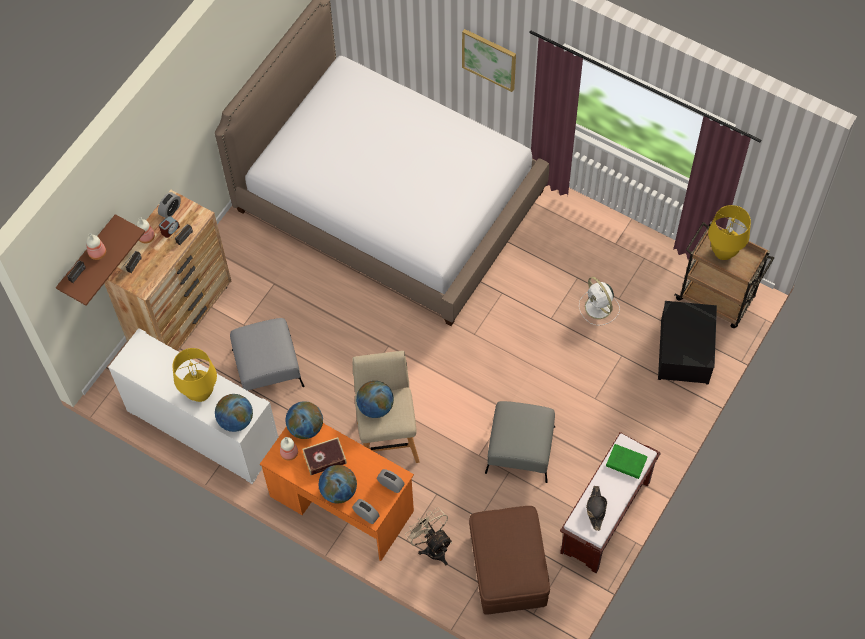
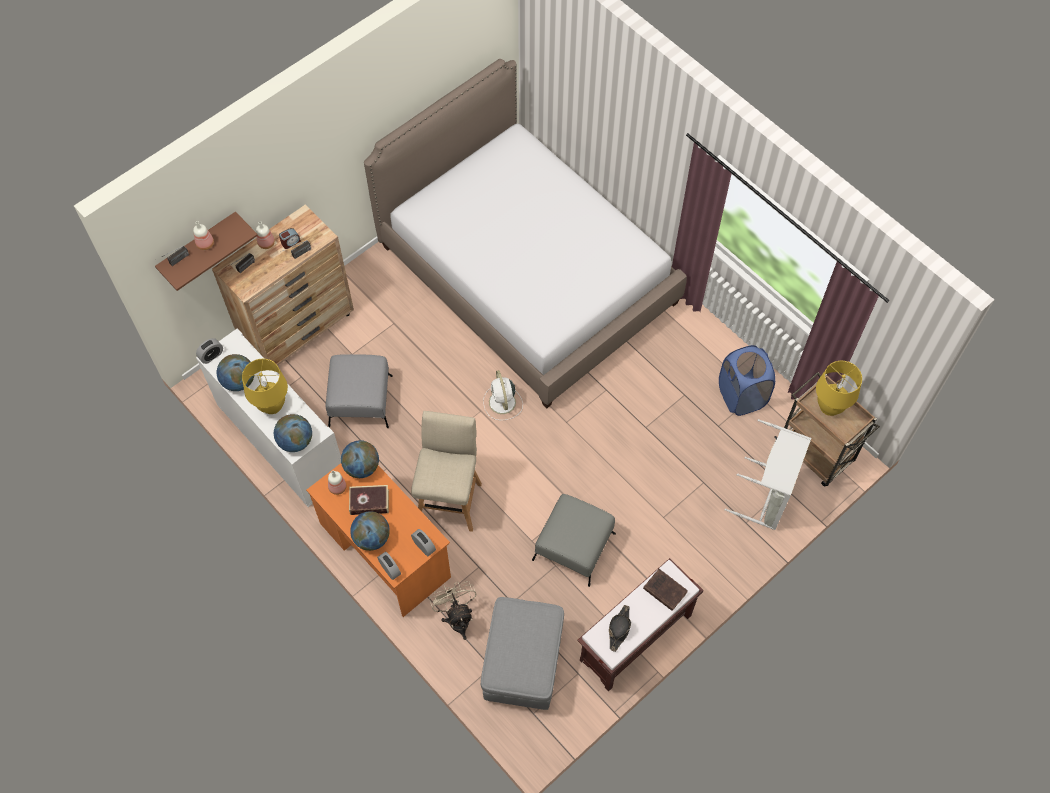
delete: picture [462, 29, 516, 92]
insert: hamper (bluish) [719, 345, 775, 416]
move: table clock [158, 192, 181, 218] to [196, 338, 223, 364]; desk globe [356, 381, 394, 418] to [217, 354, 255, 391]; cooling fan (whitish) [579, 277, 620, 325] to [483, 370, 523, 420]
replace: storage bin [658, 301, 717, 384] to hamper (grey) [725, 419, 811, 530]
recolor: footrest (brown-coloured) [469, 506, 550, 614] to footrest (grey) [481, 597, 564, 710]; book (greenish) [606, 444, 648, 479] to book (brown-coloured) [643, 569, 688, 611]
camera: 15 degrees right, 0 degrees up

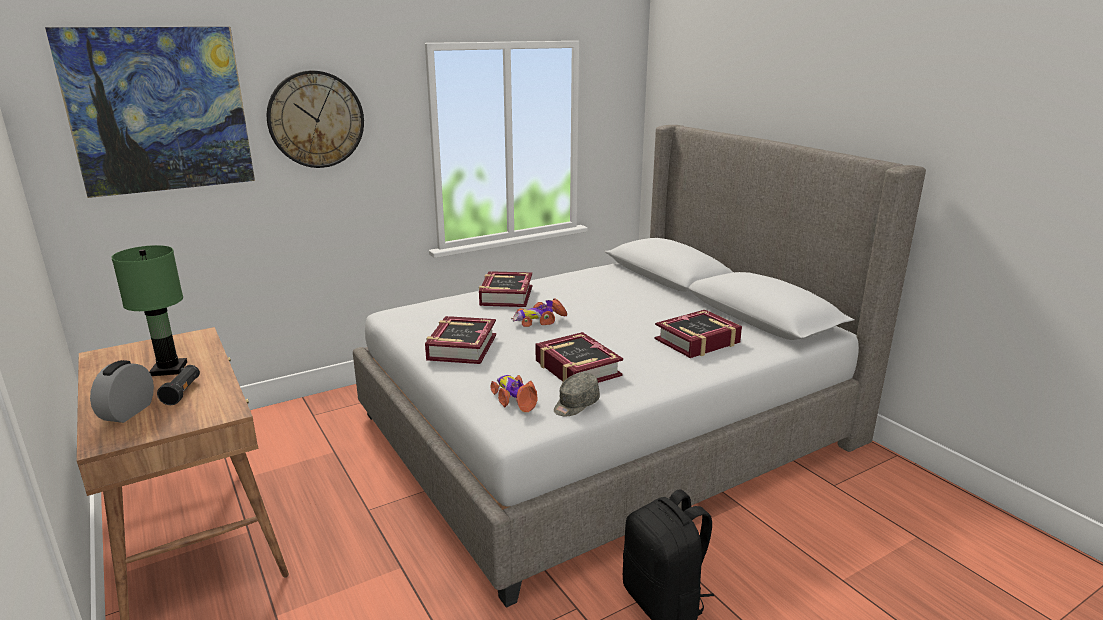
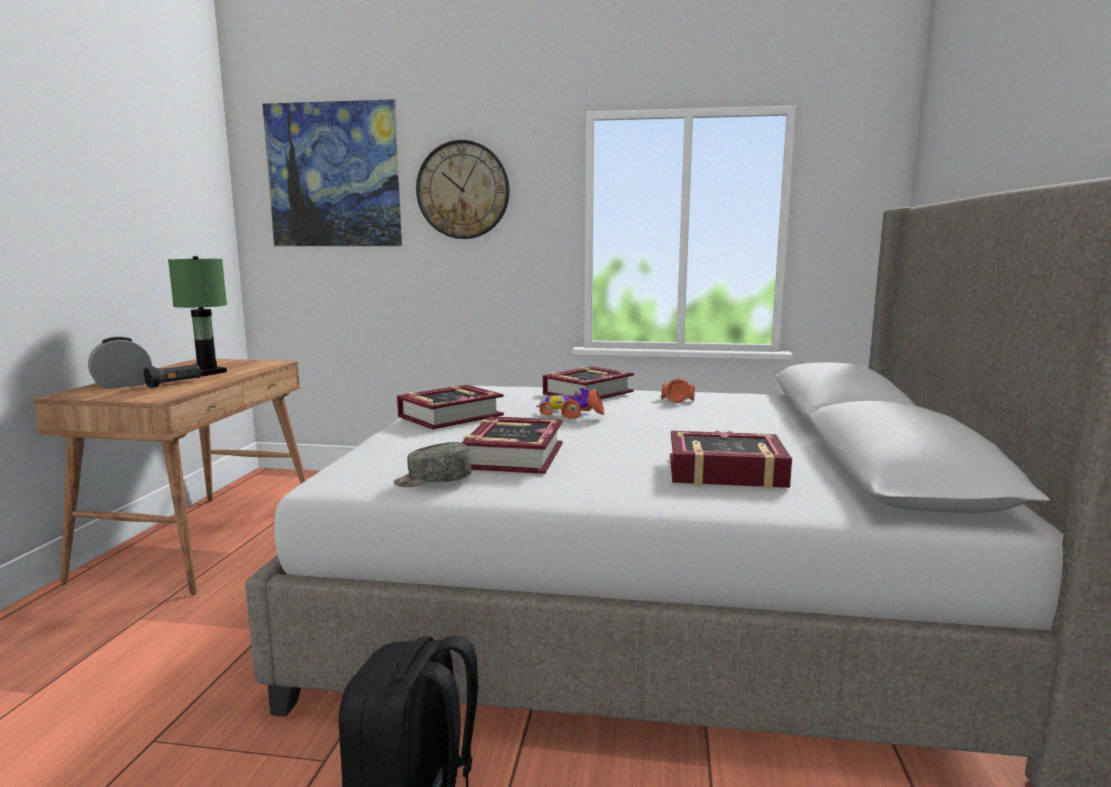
move: model car [491, 375, 538, 412] to [661, 376, 695, 403]
camera: 40 degrees right, 10 degrees down

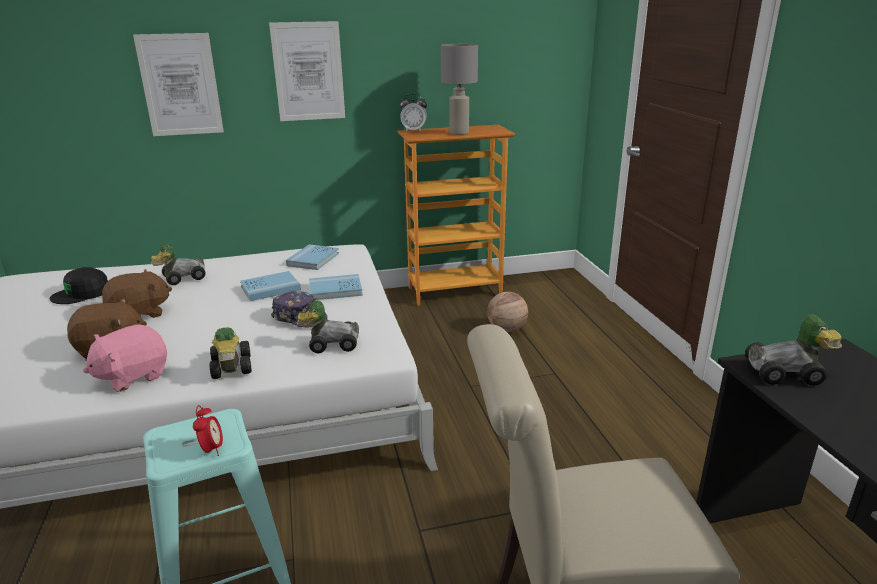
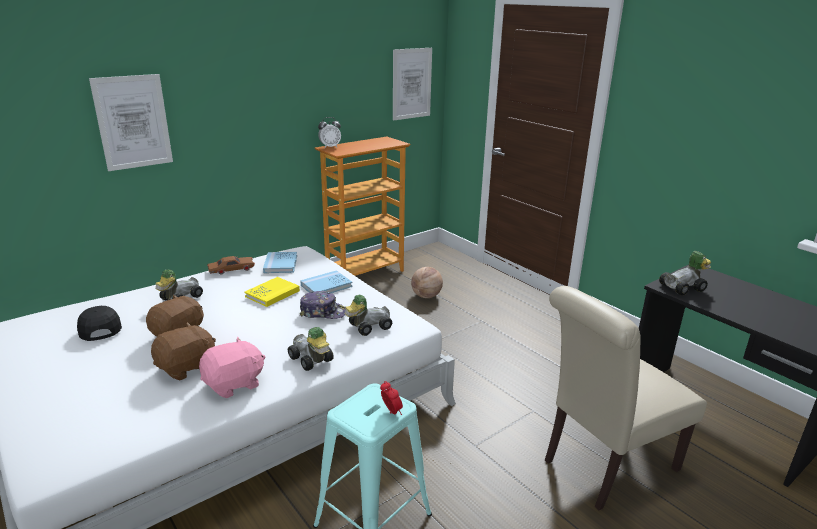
delete: tabletop lamp (grey) [441, 44, 478, 135]
insert: model car (brown-coloured) [208, 256, 255, 274]
move: picture [269, 21, 345, 121] to [393, 48, 432, 121]
recolor: book (bluish) [240, 271, 301, 301] to book (yellow-coloured) [244, 277, 300, 307]
rotate: peaked cap (black) [50, 267, 108, 304] = [77, 306, 122, 341] 120 degrees clockwise; cuddly toy (pink) [83, 325, 167, 392] = [199, 337, 265, 398] 150 degrees counterclockwise
camera: 25 degrees left, 0 degrees up

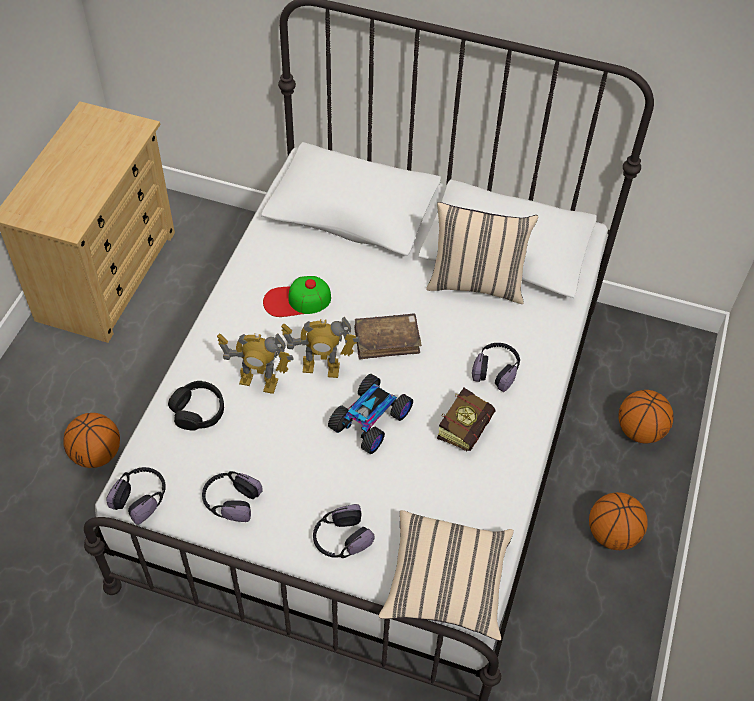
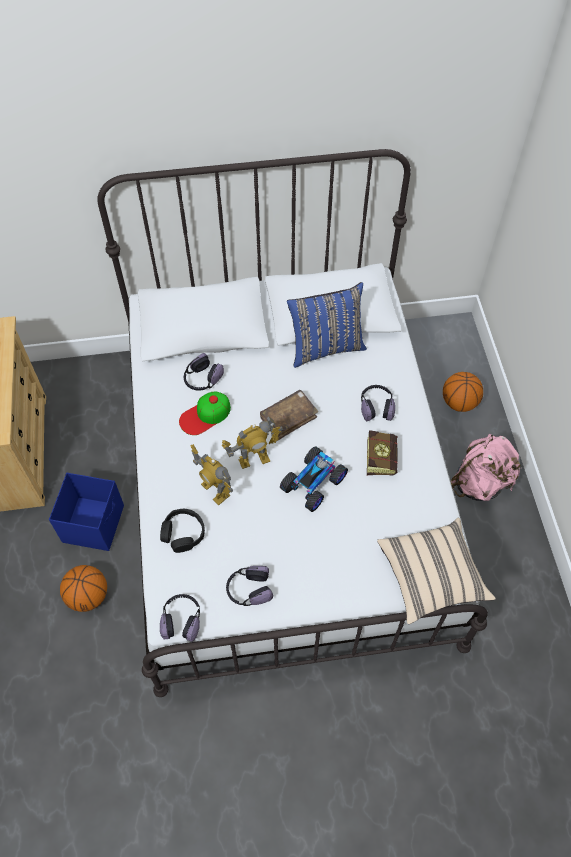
insert: storage bin (bluish) [49, 473, 124, 551]
move: headphones [313, 504, 375, 558] to [184, 353, 224, 390]
replace: basketball [589, 492, 648, 550] to knapsack (pink) [450, 434, 522, 501]
recolor: pillow (beige) [426, 202, 538, 304] to pillow (bluish) [287, 282, 367, 368]
rotate: model robot [217, 333, 294, 394] = [190, 444, 233, 505] 60 degrees clockwise; model car [328, 374, 413, 454] = [280, 446, 348, 512] 150 degrees counterclockwise
camera: 25 degrees left, 5 degrees up

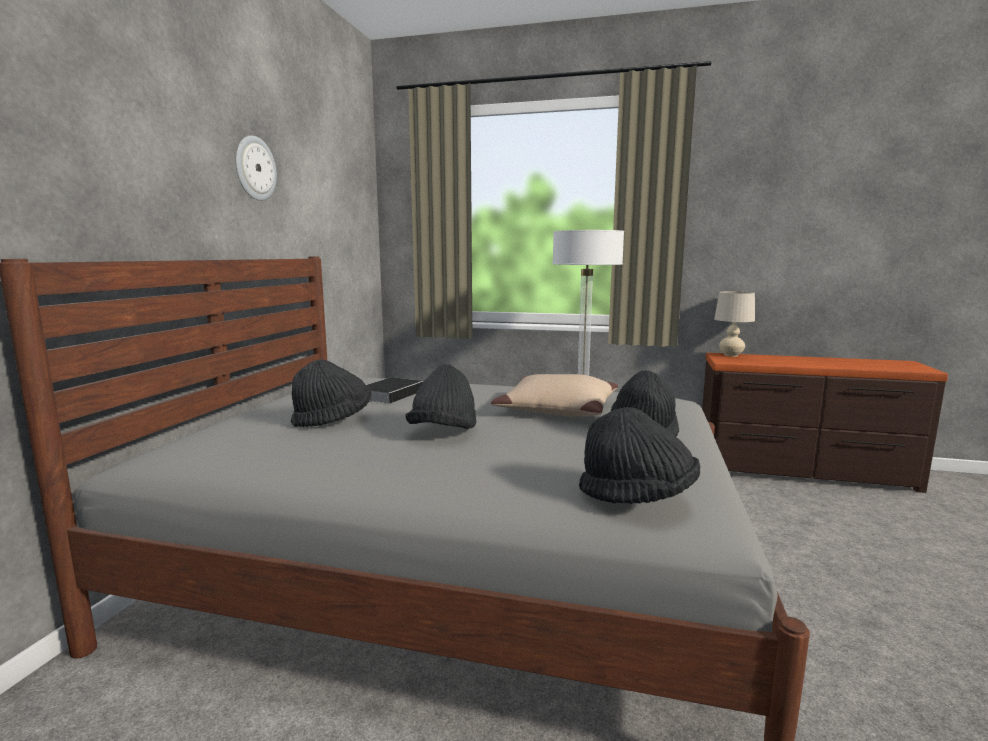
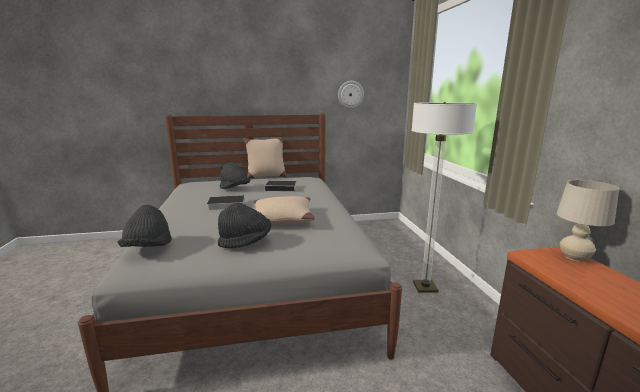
insert: pillow (beige) [243, 137, 287, 179]
move: clock on the wall [236, 135, 277, 201] to [338, 81, 364, 109]
replace: hat (black) [405, 364, 477, 429] to book [207, 195, 244, 210]
camera: 65 degrees right, 5 degrees up

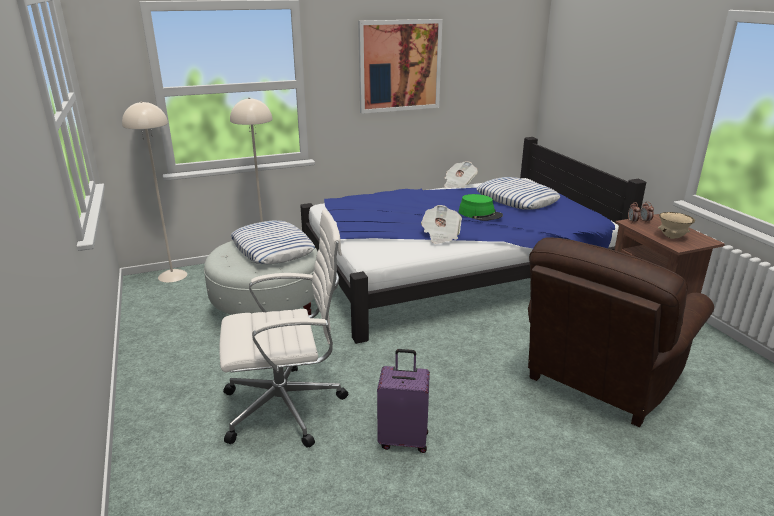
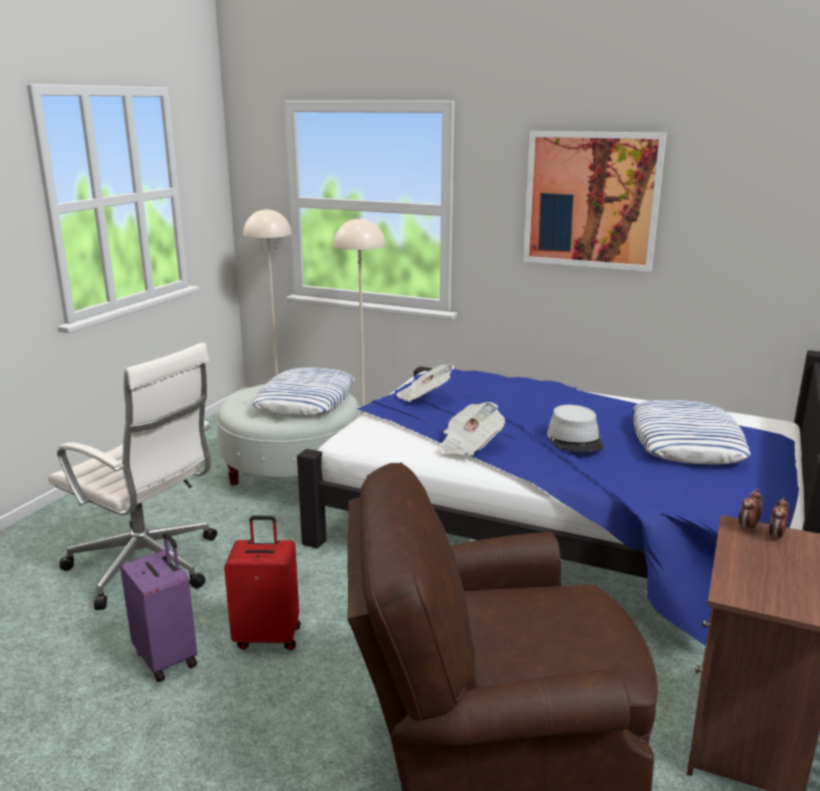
delete: deep dish (beige) [658, 212, 695, 239]
insert: travel case (reddish) [224, 516, 301, 650]
move: daily paper [444, 161, 478, 188] to [396, 364, 455, 402]
recolor: hat (greenish) [459, 194, 503, 221] to hat (grey) [547, 405, 604, 452]
camera: 45 degrees right, 5 degrees down

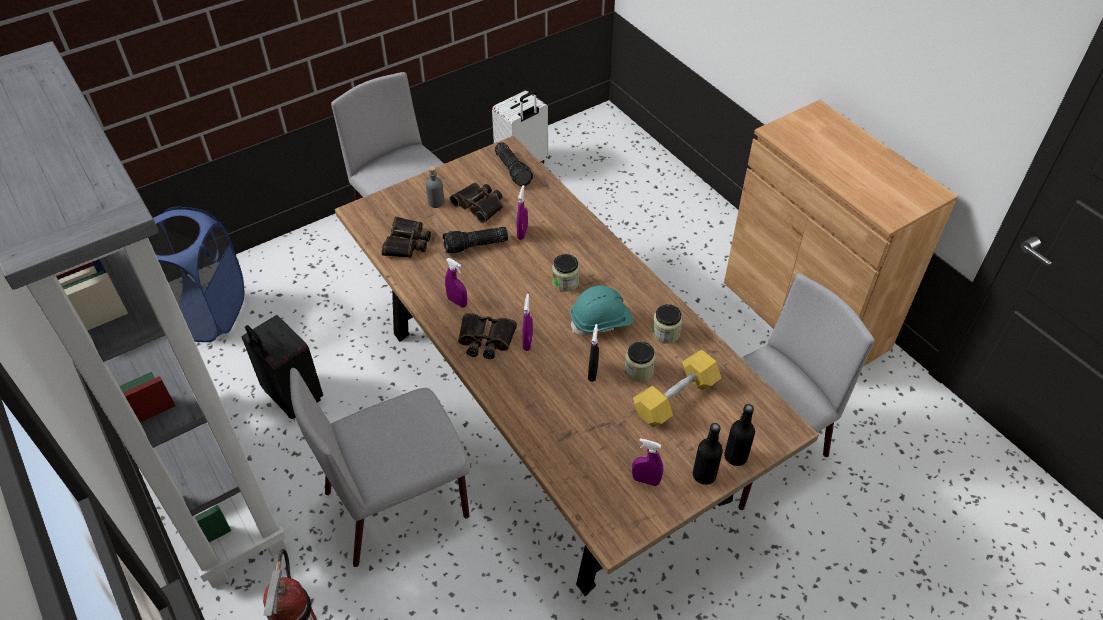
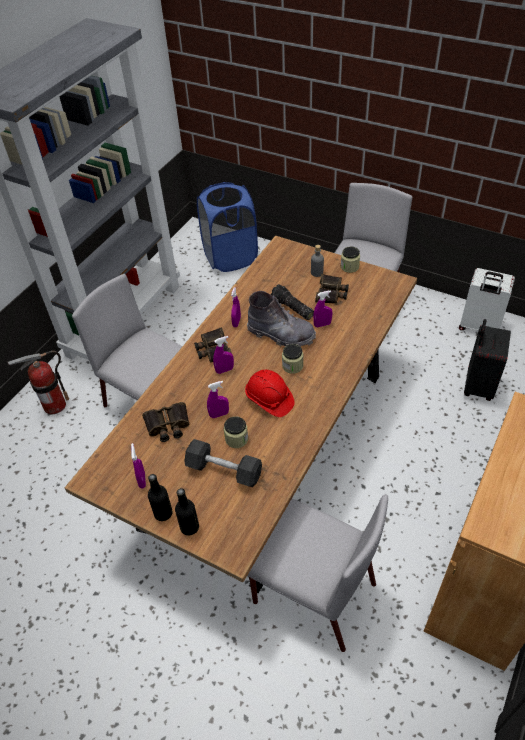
delete: torch [495, 142, 533, 187]
insert: boot (grey) [247, 291, 316, 347]
move: field glasses [382, 217, 431, 258] to [142, 402, 190, 442]; storage jar [652, 304, 682, 344] to [341, 247, 360, 273]; travel case (black) [241, 315, 323, 419] to [464, 319, 511, 401]
recolor: free weight (yellow-coloured) [633, 350, 721, 427] to free weight (black) [185, 439, 262, 487]; spray bottle (black) [588, 324, 599, 382] to spray bottle (purplish) [207, 381, 229, 418]; hard hat (blue-green) [570, 285, 633, 336] to hard hat (reddish) [245, 370, 295, 417]
camera: 65 degrees right, 0 degrees up

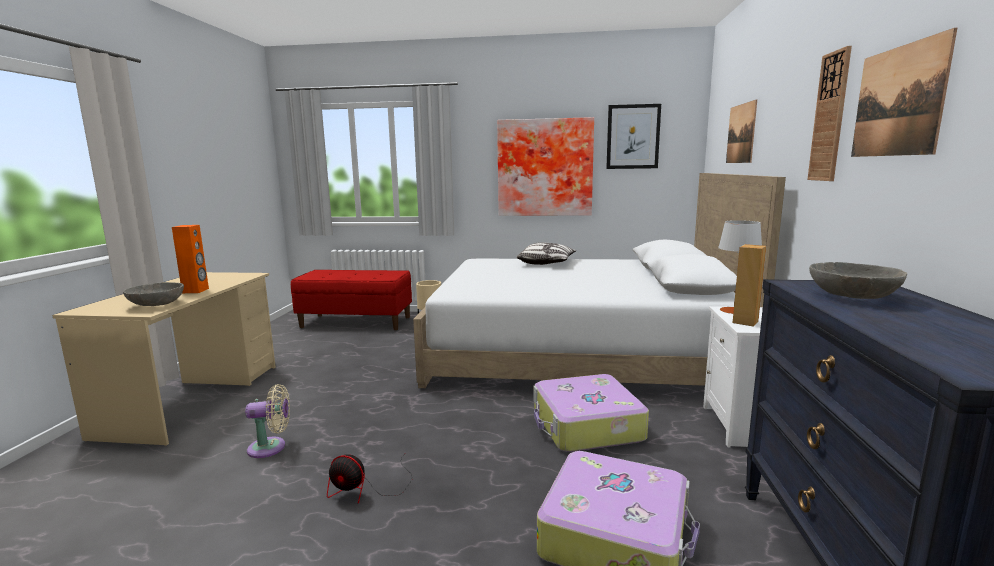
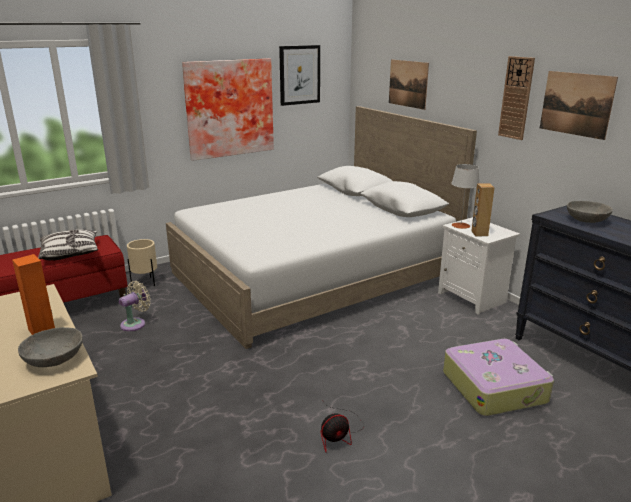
delete: travel case [533, 374, 649, 452]
move: pillow [516, 242, 576, 265] to [38, 229, 98, 260]; cooling fan (beige) [245, 384, 290, 458] to [119, 281, 151, 331]
camera: 40 degrees left, 10 degrees up

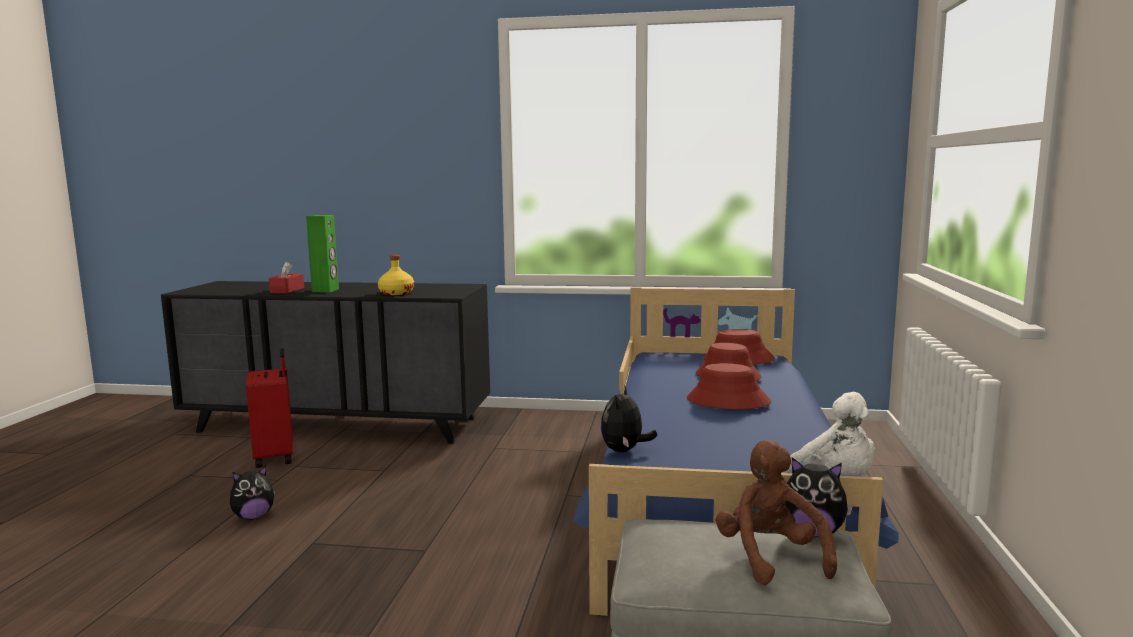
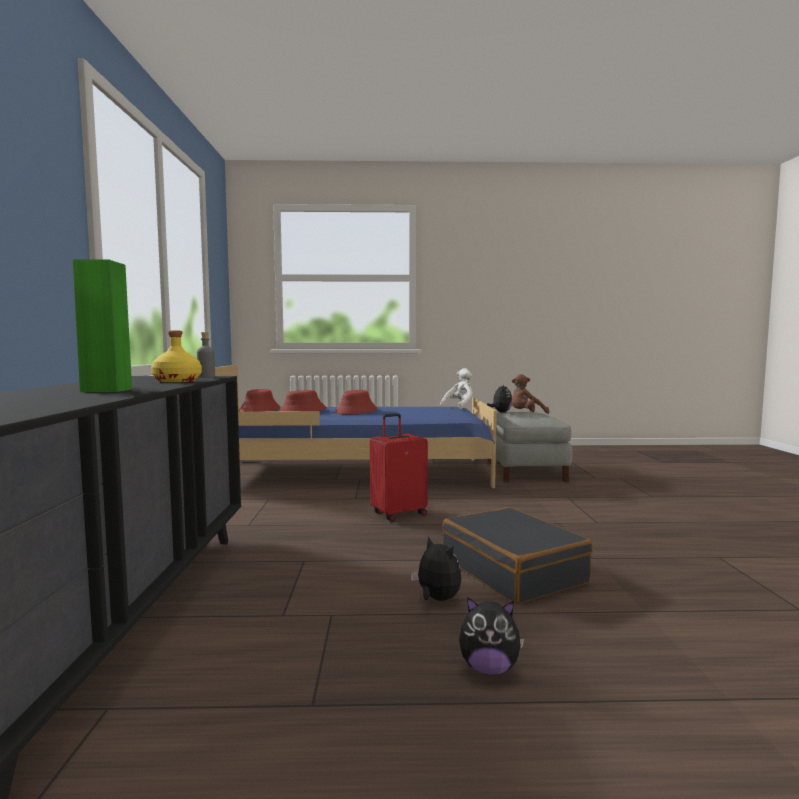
delete: tissue holder (reddish) [269, 261, 304, 293]
insert: drink bottle (grey) [197, 332, 215, 377]; travel case (black) [442, 507, 593, 604]
move: travel case (reddish) [246, 348, 293, 468] to [370, 413, 428, 521]; cuddly toy [600, 386, 657, 452] to [459, 598, 525, 675]
camera: 100 degrees left, 5 degrees down

